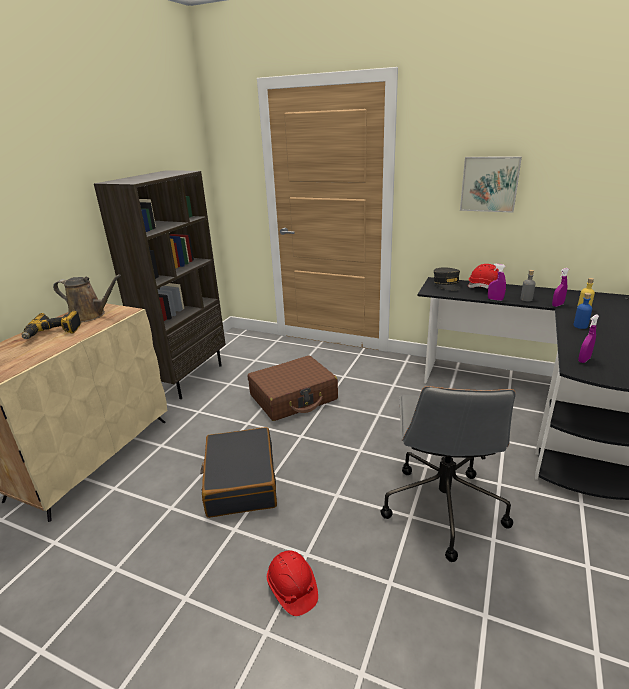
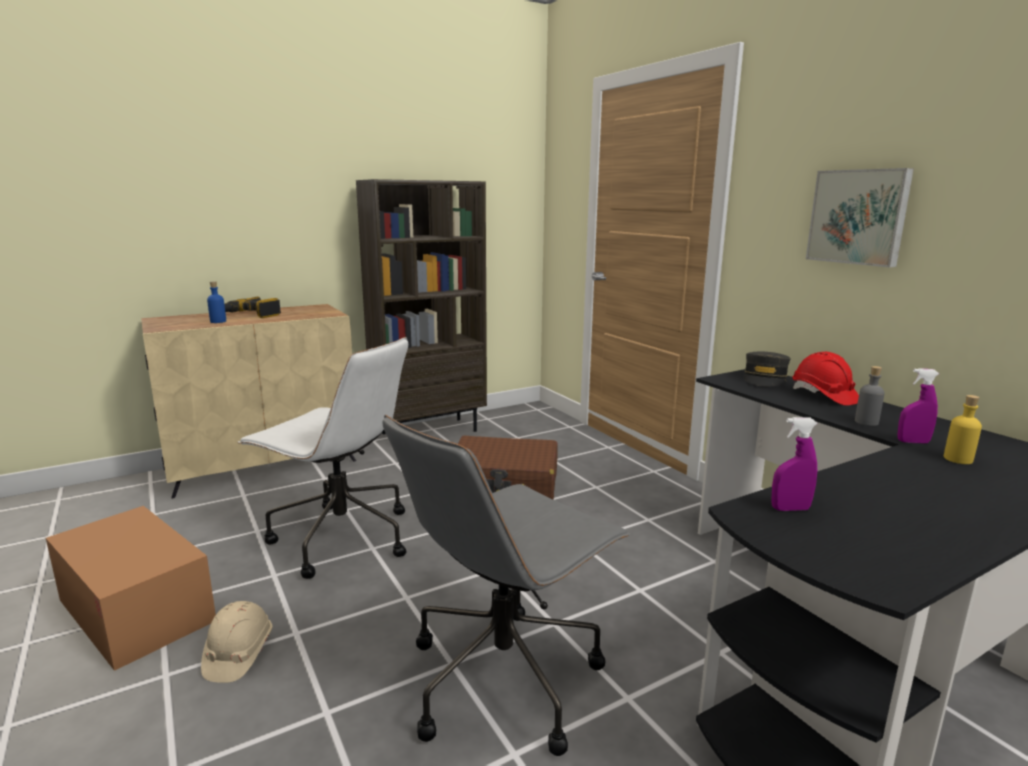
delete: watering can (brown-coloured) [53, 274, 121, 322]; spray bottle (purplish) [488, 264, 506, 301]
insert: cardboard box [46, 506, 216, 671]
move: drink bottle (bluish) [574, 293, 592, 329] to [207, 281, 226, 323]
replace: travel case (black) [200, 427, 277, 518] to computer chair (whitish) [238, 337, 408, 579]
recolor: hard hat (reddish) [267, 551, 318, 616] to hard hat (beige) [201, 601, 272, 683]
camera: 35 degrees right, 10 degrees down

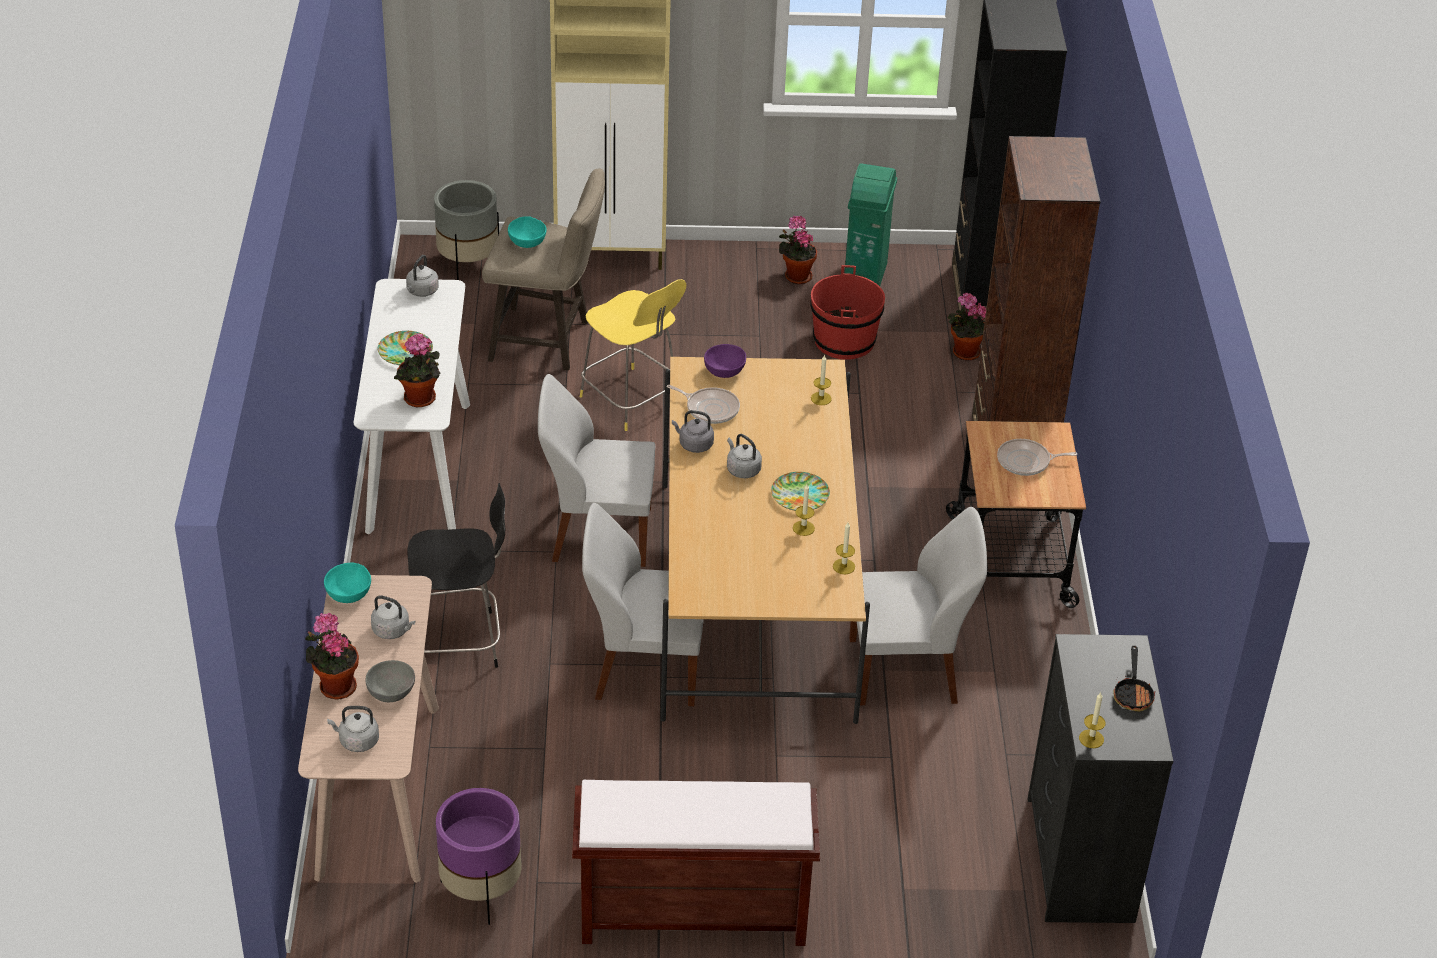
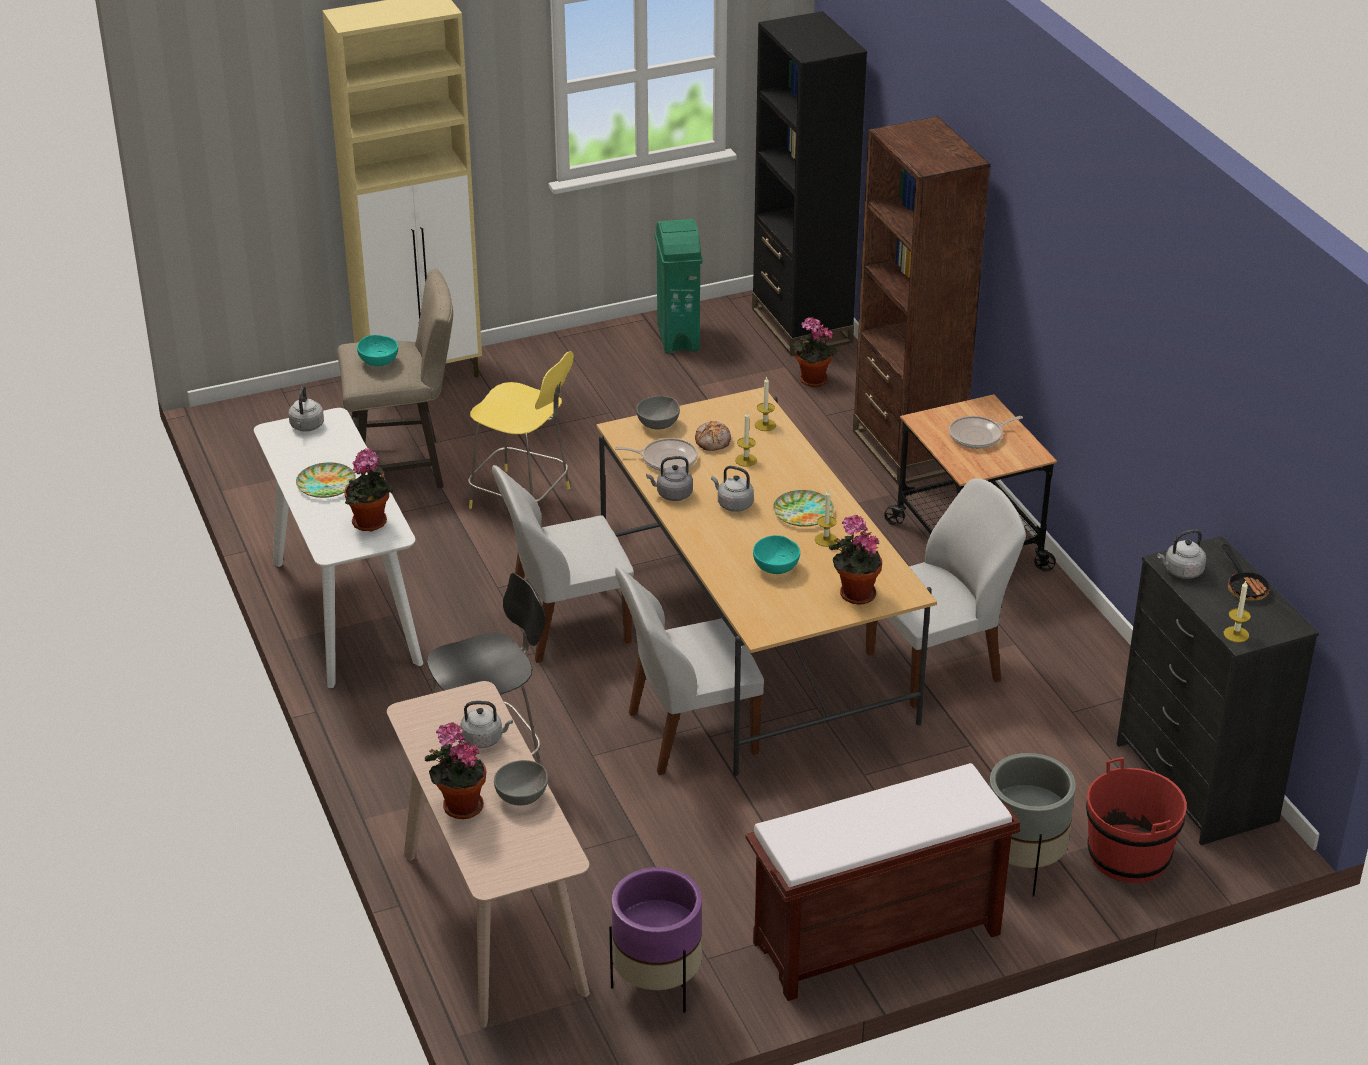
insert: baked bread [695, 421, 731, 451]
move: wax candle [833, 522, 855, 574] to [735, 412, 757, 467]; deep dish (blue-green) [324, 563, 371, 603] to [753, 535, 800, 574]; houseplant [779, 216, 817, 284] to [829, 515, 882, 605]; planter (grey) [434, 180, 499, 280] to [989, 753, 1076, 896]; water bucket (reddish) [810, 265, 885, 360] to [1086, 757, 1187, 883]; tea kettle (grey) [327, 706, 379, 752] to [1157, 529, 1206, 579]
recolor: deep dish (purplish) [704, 344, 746, 378] to deep dish (grey) [636, 396, 680, 430]
camera: 20 degrees left, 5 degrees down

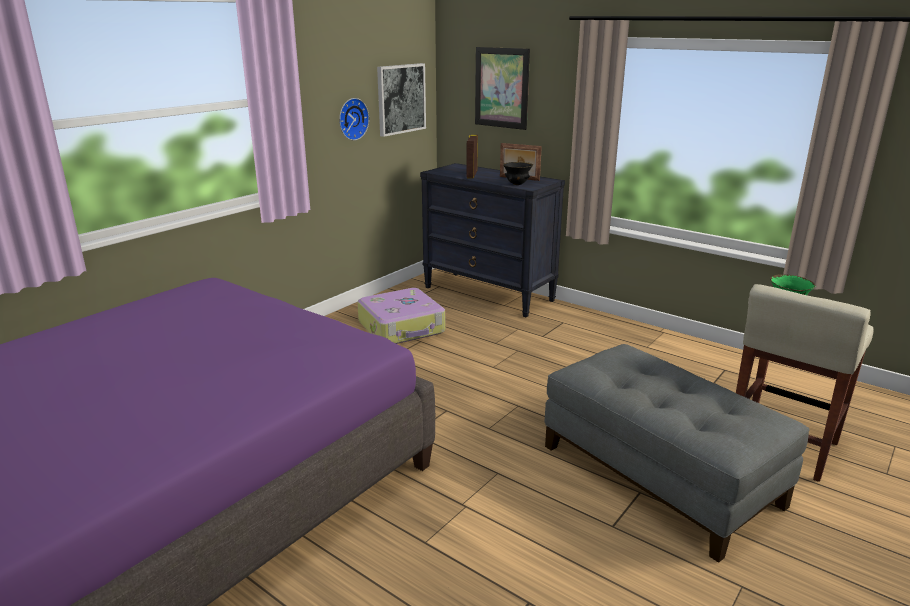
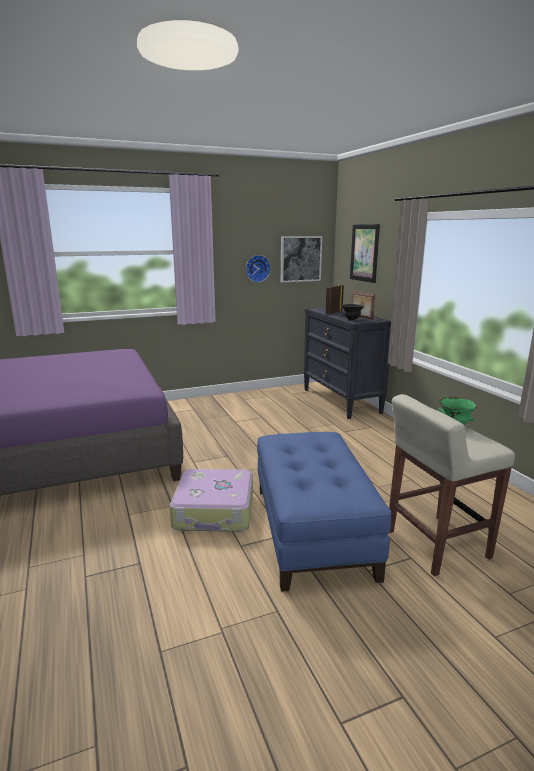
move: travel case [357, 288, 445, 344] to [170, 469, 253, 532]
recolor: footrest (grey) [545, 344, 809, 563] to footrest (bluish) [257, 432, 391, 592]
camera: 30 degrees right, 5 degrees down

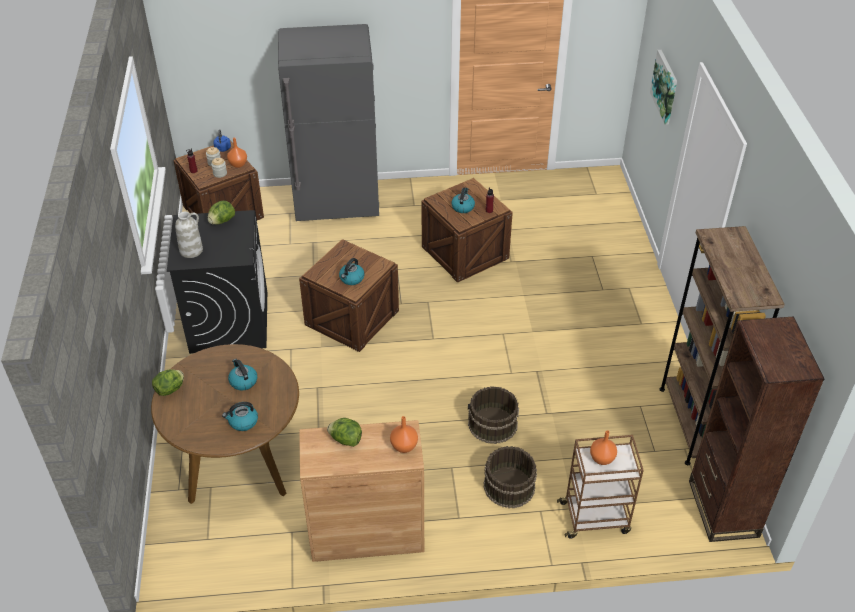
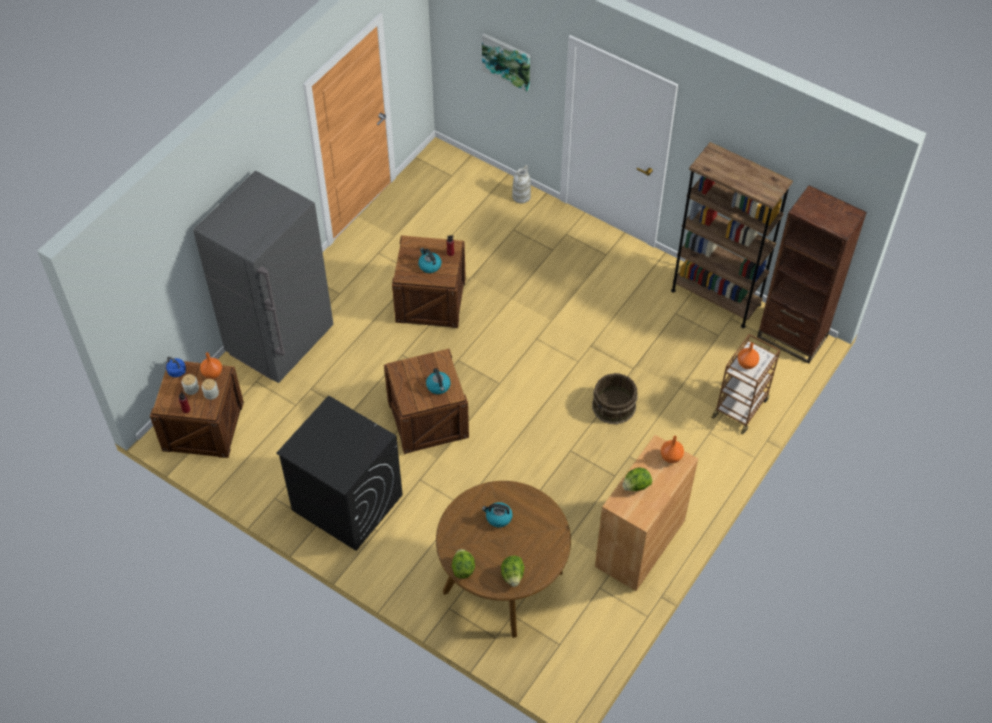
delete: tea kettle [222, 402, 258, 431]; water bucket (brown-coloured) [484, 446, 537, 508]
move: lettuce [208, 201, 235, 225] to [501, 556, 524, 587]; flower vase (whitish) [175, 212, 203, 258] to [512, 165, 531, 204]
camera: 50 degrees left, 10 degrees up

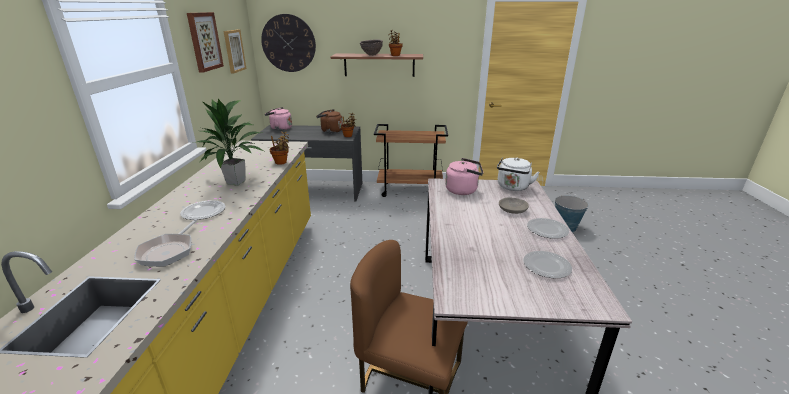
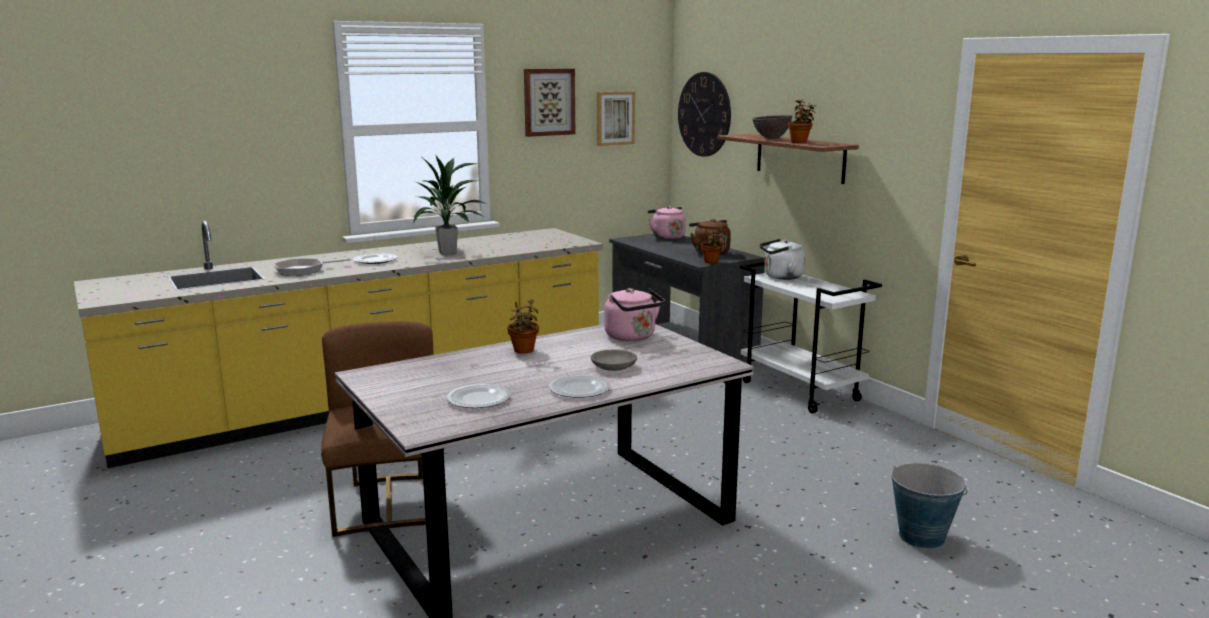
move: houseplant [269, 132, 289, 165] to [507, 299, 539, 354]; tea kettle (whitish) [497, 157, 540, 191] to [760, 239, 805, 280]
recolor: cart (brown-coloured) [374, 124, 448, 197] to cart (whitish) [740, 262, 882, 414]
camera: 55 degrees right, 10 degrees down

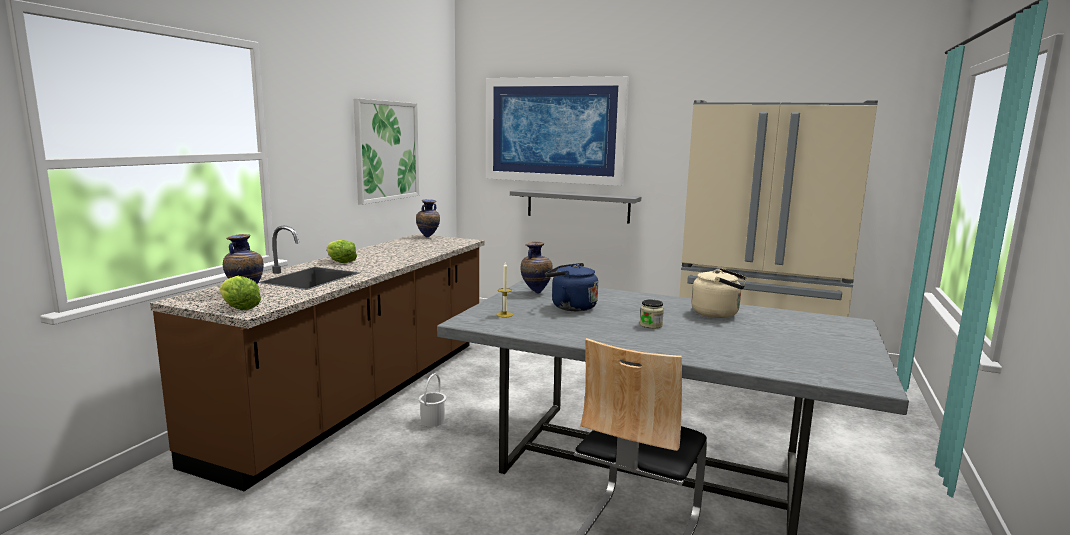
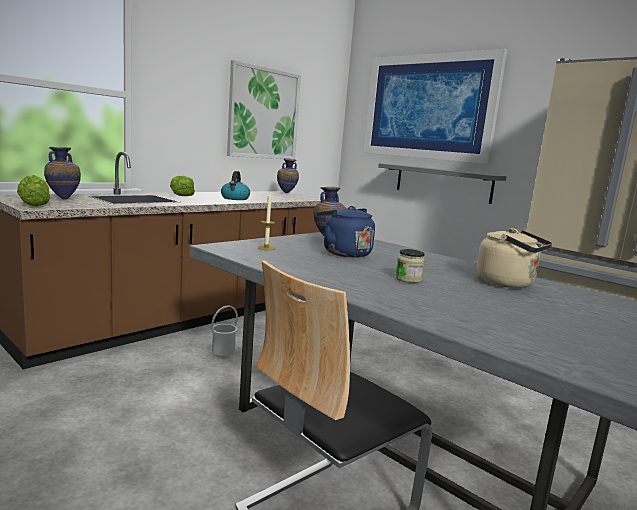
insert: tea kettle [221, 171, 250, 200]
camera: 20 degrees right, 0 degrees up

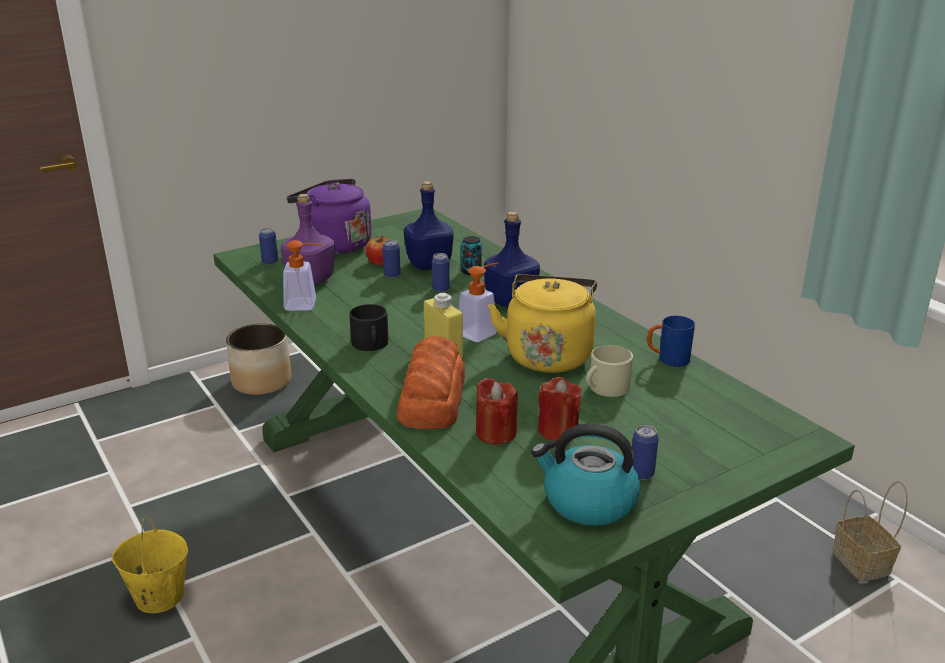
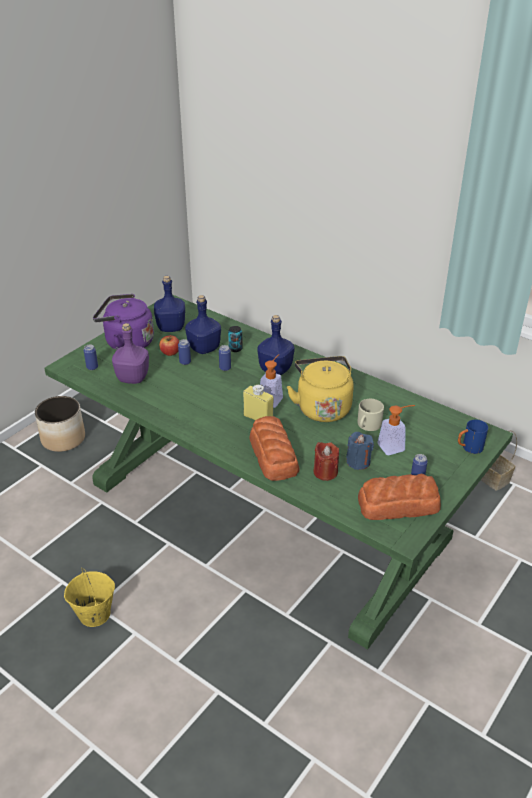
delete: mug (black) [349, 304, 388, 351]
insert: drink bottle (bluish) [154, 276, 185, 332]
move: liquid soap bottle [283, 240, 324, 311] to [378, 405, 415, 455]; mug (bluish) [647, 316, 695, 367] to [458, 420, 488, 454]
replace: tea kettle [531, 423, 640, 526] to baked bread [358, 474, 441, 520]
recolor: wax candle (reddish) [538, 377, 582, 441] to wax candle (bluish) [346, 432, 374, 470]
camera: 20 degrees left, 10 degrees up

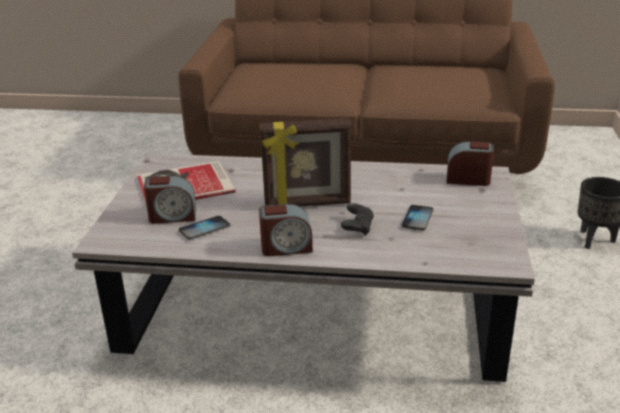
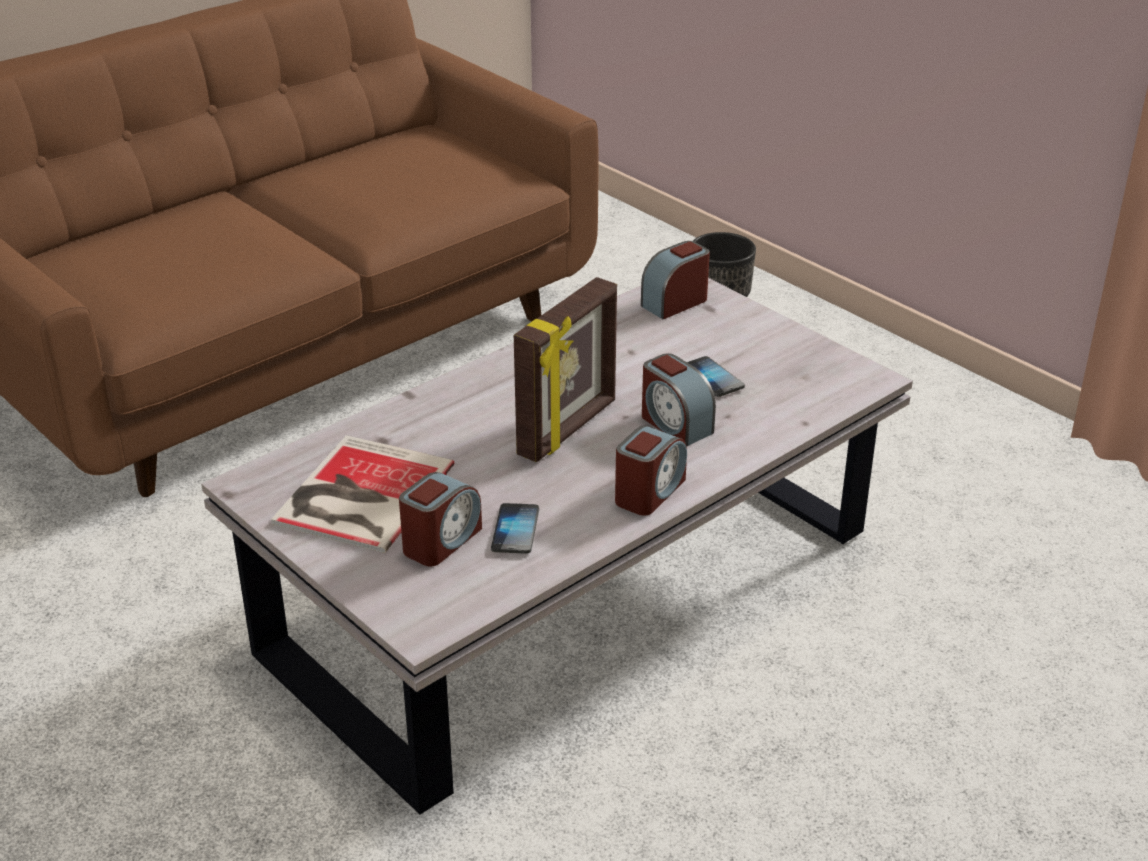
replace: joypad (black) [341, 203, 374, 236] to table clock [642, 353, 716, 447]
camera: 50 degrees left, 5 degrees up

